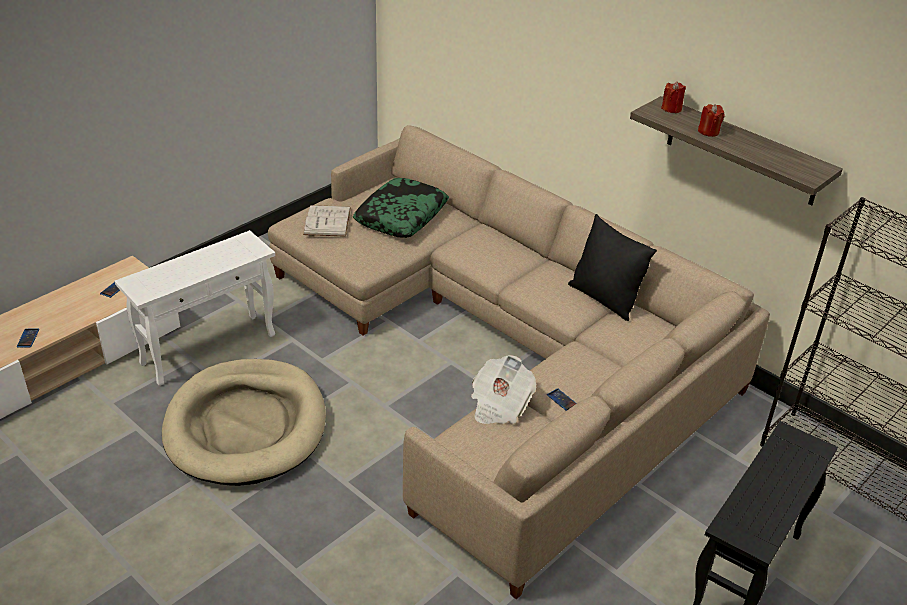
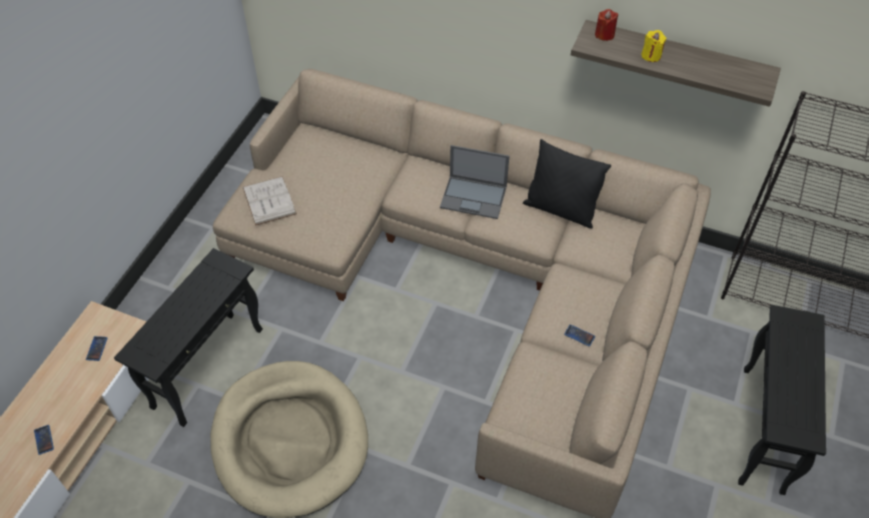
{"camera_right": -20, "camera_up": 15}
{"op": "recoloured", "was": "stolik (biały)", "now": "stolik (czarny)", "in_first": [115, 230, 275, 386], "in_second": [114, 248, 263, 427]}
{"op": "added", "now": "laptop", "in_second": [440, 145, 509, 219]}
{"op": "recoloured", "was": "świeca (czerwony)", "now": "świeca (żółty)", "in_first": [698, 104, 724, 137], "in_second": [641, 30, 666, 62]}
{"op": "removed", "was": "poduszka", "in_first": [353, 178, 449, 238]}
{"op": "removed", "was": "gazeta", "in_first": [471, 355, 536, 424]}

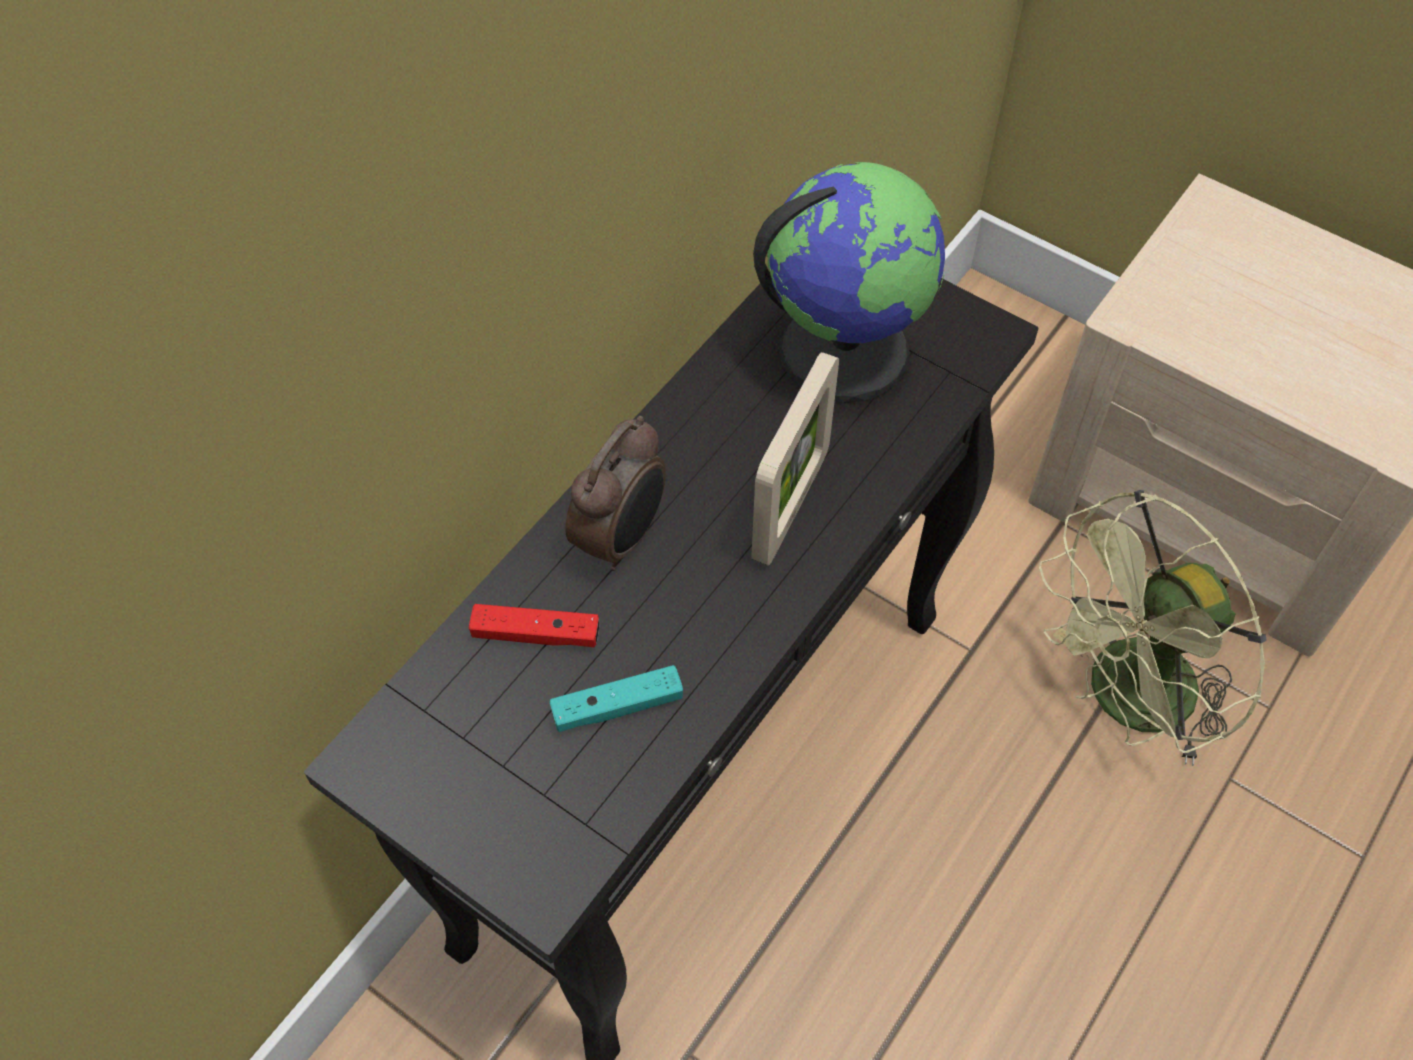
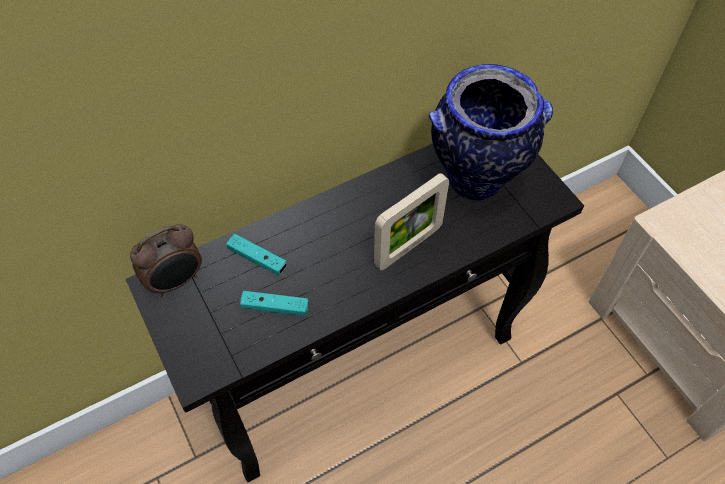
{"camera_right": 25, "camera_up": 0}
{"op": "moved", "was": "budzik", "in_first": [565, 416, 666, 571], "in_second": [130, 224, 202, 297]}
{"op": "recoloured", "was": "pad do gier (czerwony)", "now": "pad do gier (turkusowy)", "in_first": [469, 604, 600, 647], "in_second": [226, 234, 287, 276]}
{"op": "replaced", "was": "globus", "now": "wazon", "in_first": [753, 162, 945, 403], "in_second": [429, 64, 553, 201]}
{"op": "removed", "was": "wentylator (zielony)", "in_first": [1039, 490, 1267, 766]}

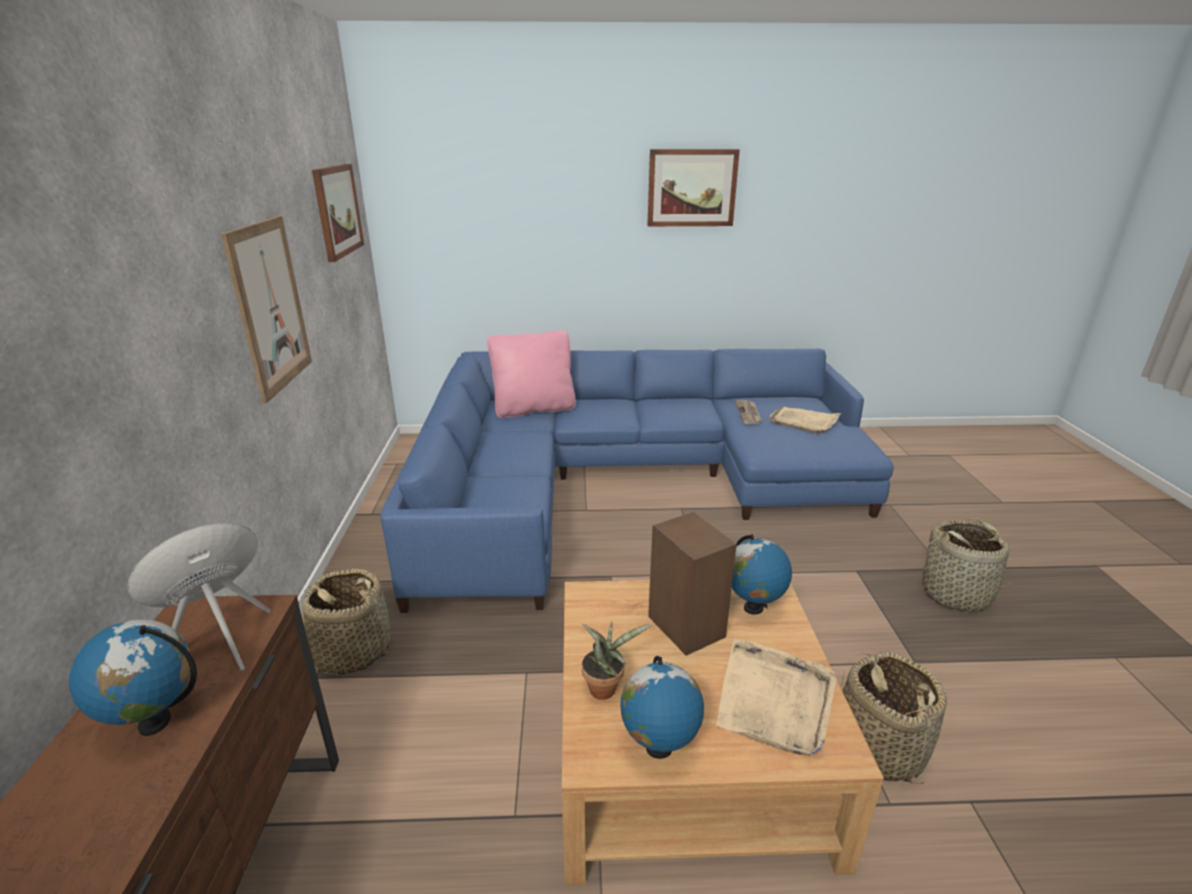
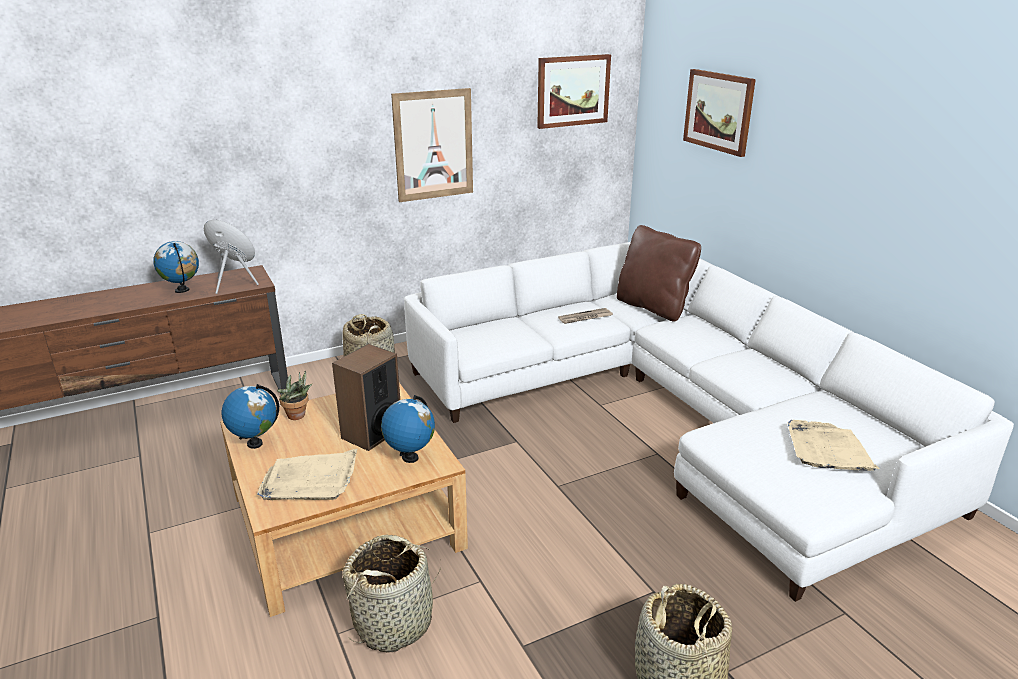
{"camera_right": 65, "camera_up": 0}
{"op": "recoloured", "was": "kanapa (niebieski)", "now": "kanapa (biały)", "in_first": [381, 349, 894, 613], "in_second": [404, 242, 1014, 602]}
{"op": "moved", "was": "gazeta", "in_first": [735, 400, 762, 424], "in_second": [558, 308, 613, 324]}
{"op": "recoloured", "was": "poduszka (różowy)", "now": "poduszka (brązowy)", "in_first": [487, 330, 576, 418], "in_second": [617, 225, 701, 321]}
{"op": "moved", "was": "obraz", "in_first": [647, 149, 740, 226], "in_second": [683, 69, 756, 157]}

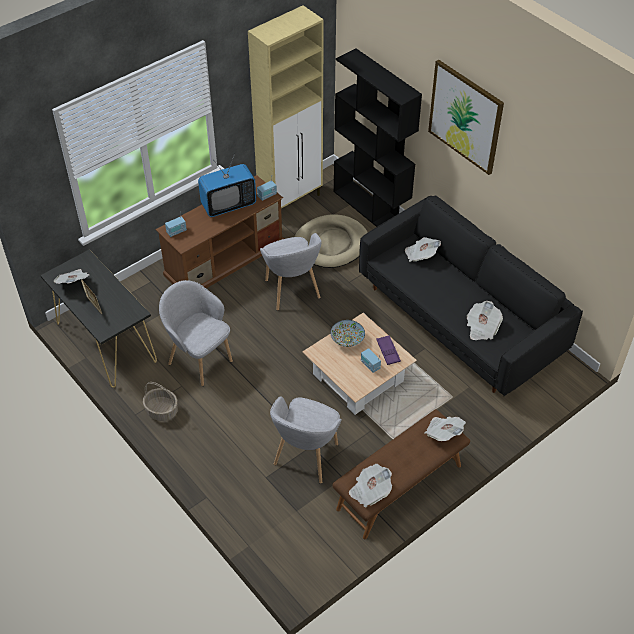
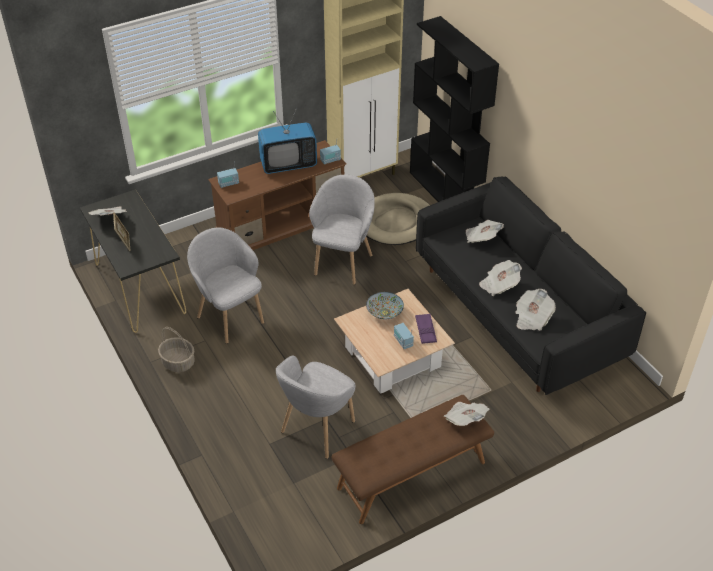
{"camera_right": 10, "camera_up": -5}
{"op": "turned", "was": "fotel (szary)", "in_first": [260, 233, 321, 311], "in_second": [309, 175, 375, 285], "clockwise": -150}
{"op": "moved", "was": "gazeta", "in_first": [349, 464, 392, 508], "in_second": [479, 260, 522, 296]}
{"op": "removed", "was": "obraz", "in_first": [428, 60, 504, 175]}

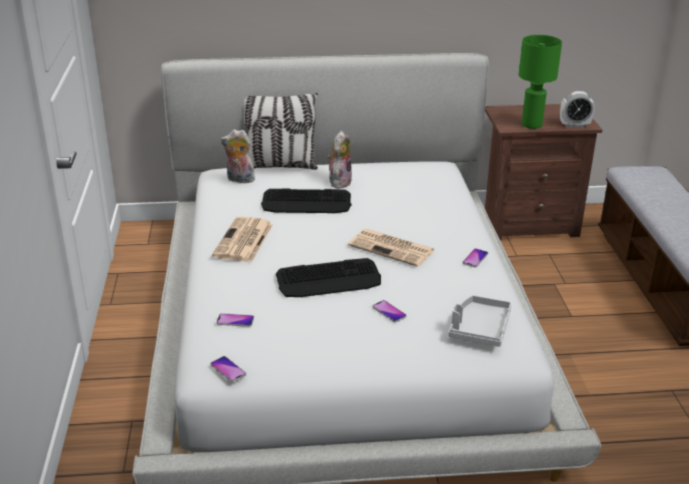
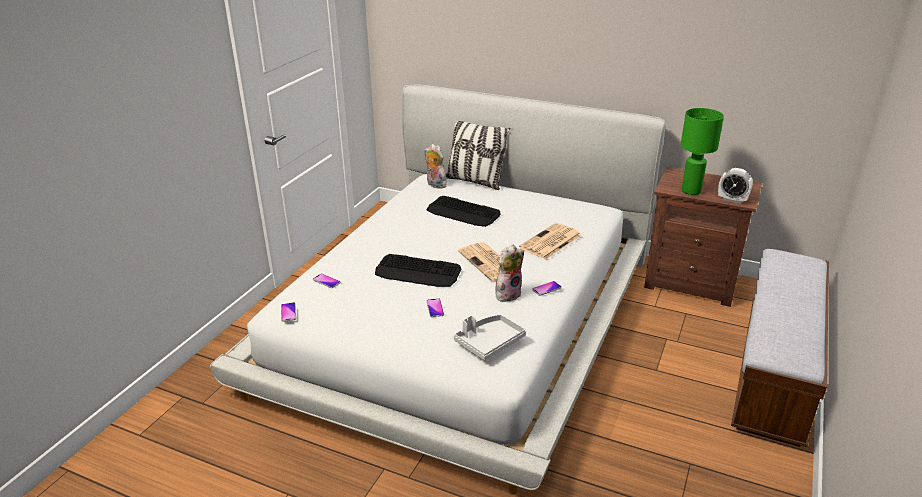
{"camera_right": 30, "camera_up": 0}
{"op": "moved", "was": "pluszak", "in_first": [327, 131, 352, 189], "in_second": [495, 245, 524, 302]}
{"op": "moved", "was": "gazeta", "in_first": [212, 216, 273, 262], "in_second": [519, 223, 582, 260]}

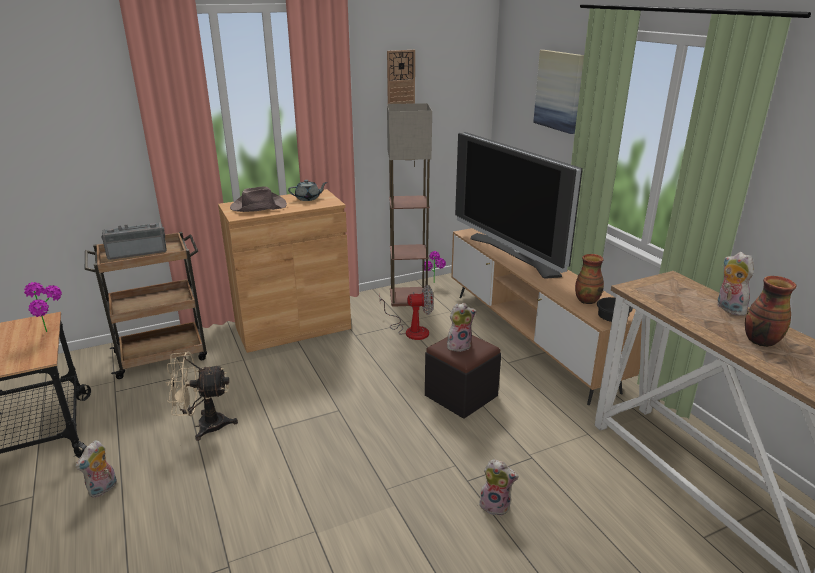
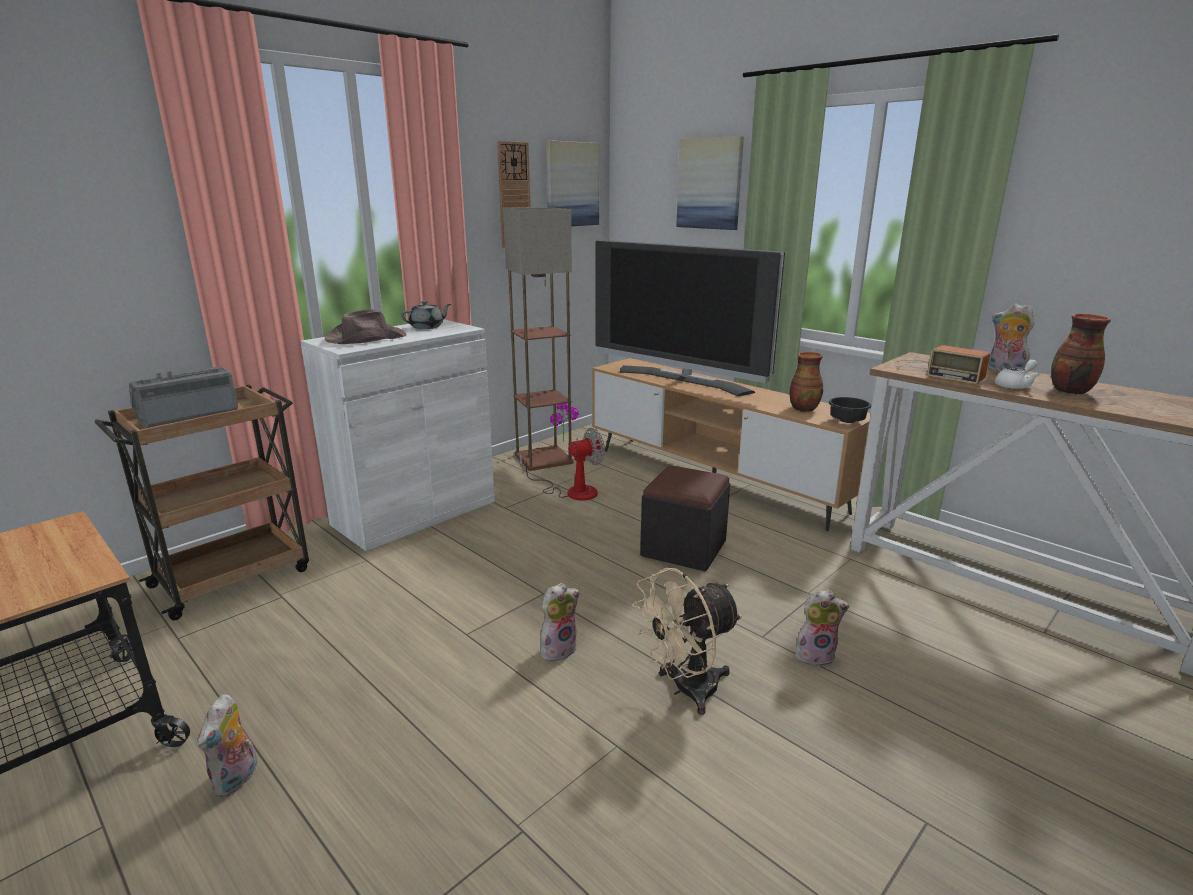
{"camera_right": -20, "camera_up": -5}
{"op": "recoloured", "was": "szafka (brązowy)", "now": "szafka (biały)", "in_first": [218, 189, 351, 353], "in_second": [300, 319, 495, 551]}
{"op": "moved", "was": "pluszak", "in_first": [447, 303, 477, 352], "in_second": [540, 583, 580, 661]}
{"op": "added", "now": "obraz", "in_second": [546, 140, 599, 226]}
{"op": "moved", "was": "wentylator (beżowy)", "in_first": [166, 351, 238, 441], "in_second": [632, 568, 742, 715]}
{"op": "added", "now": "radio", "in_second": [893, 345, 990, 384]}
{"op": "added", "now": "imbryk (biały)", "in_second": [995, 360, 1040, 389]}
{"op": "removed", "was": "roślina doniczkowa", "in_first": [24, 282, 62, 332]}

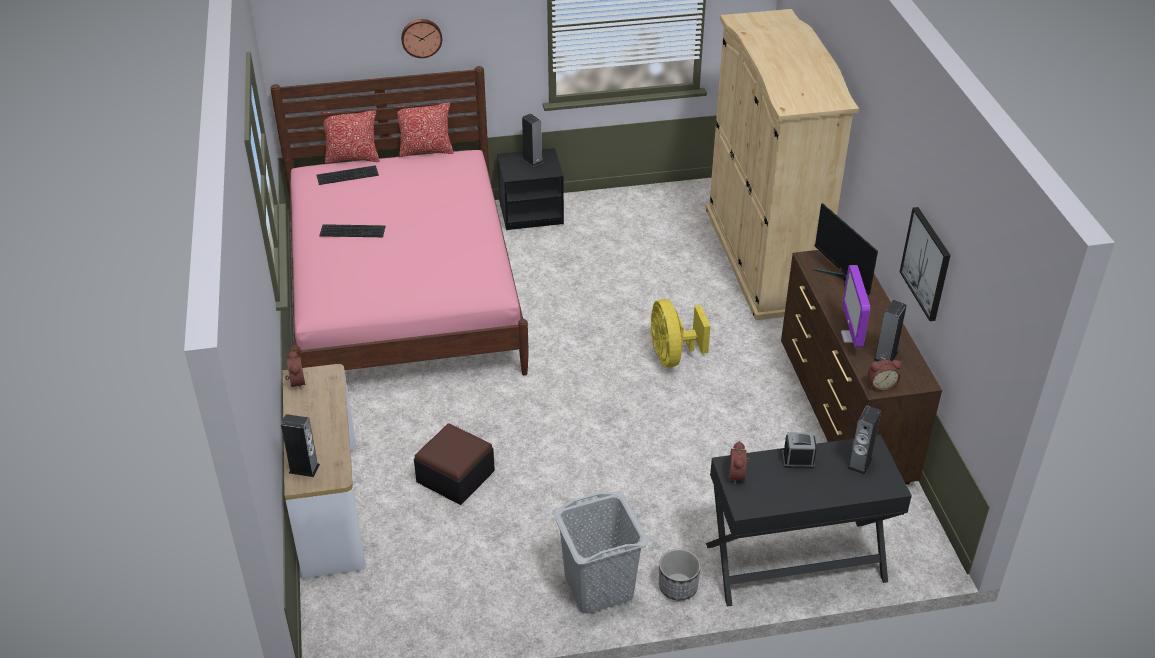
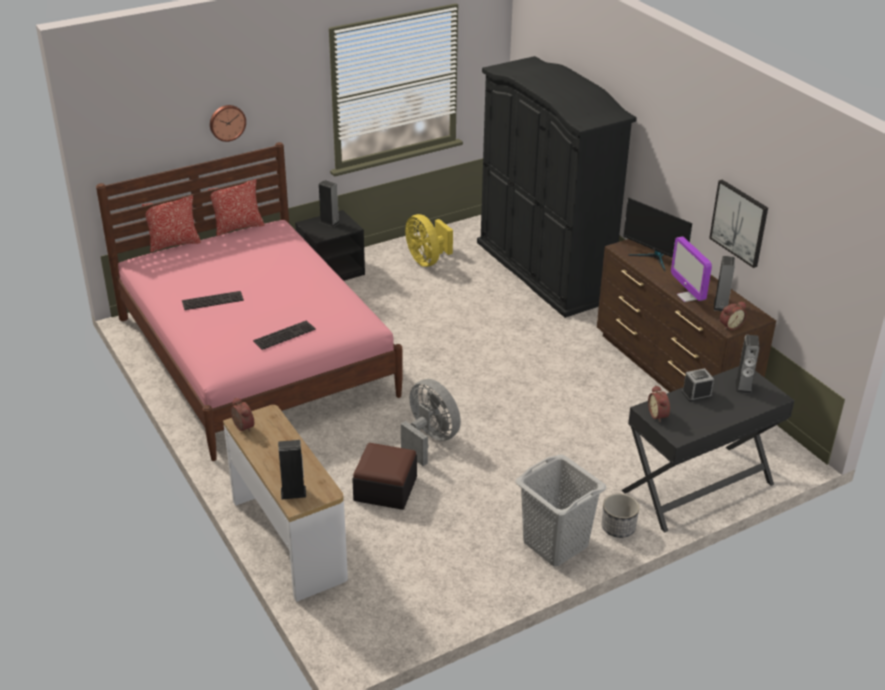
{"camera_right": -20, "camera_up": -5}
{"op": "moved", "was": "klawiatura", "in_first": [317, 165, 379, 185], "in_second": [253, 320, 316, 350]}
{"op": "added", "now": "wentylator (szary)", "in_second": [401, 379, 461, 466]}
{"op": "moved", "was": "wentylator (żółty)", "in_first": [650, 299, 711, 367], "in_second": [405, 214, 453, 267]}
{"op": "recoloured", "was": "szafa (beżowy)", "now": "szafa (czarny)", "in_first": [705, 9, 859, 320], "in_second": [477, 56, 637, 318]}

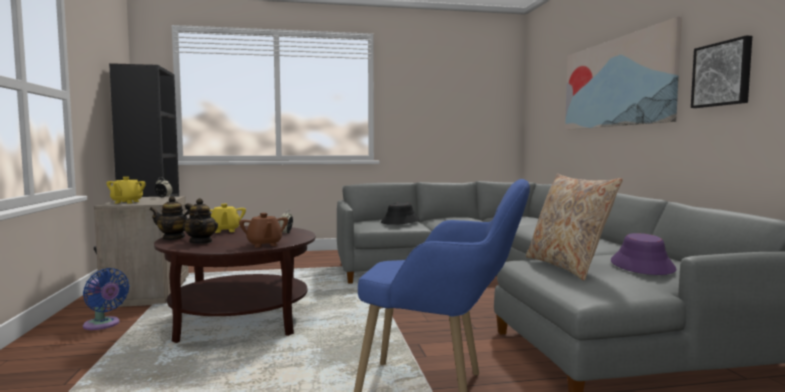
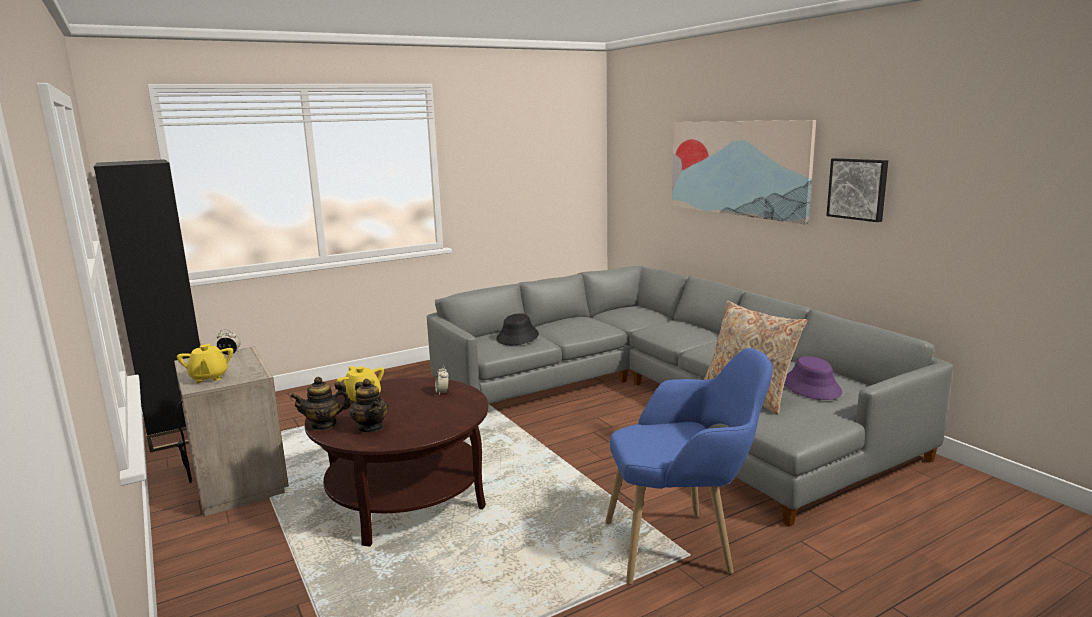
{"camera_right": -20, "camera_up": 10}
{"op": "removed", "was": "wentylator (niebieski)", "in_first": [83, 268, 129, 330]}
{"op": "removed", "was": "imbryk (brązowy)", "in_first": [239, 213, 288, 248]}

